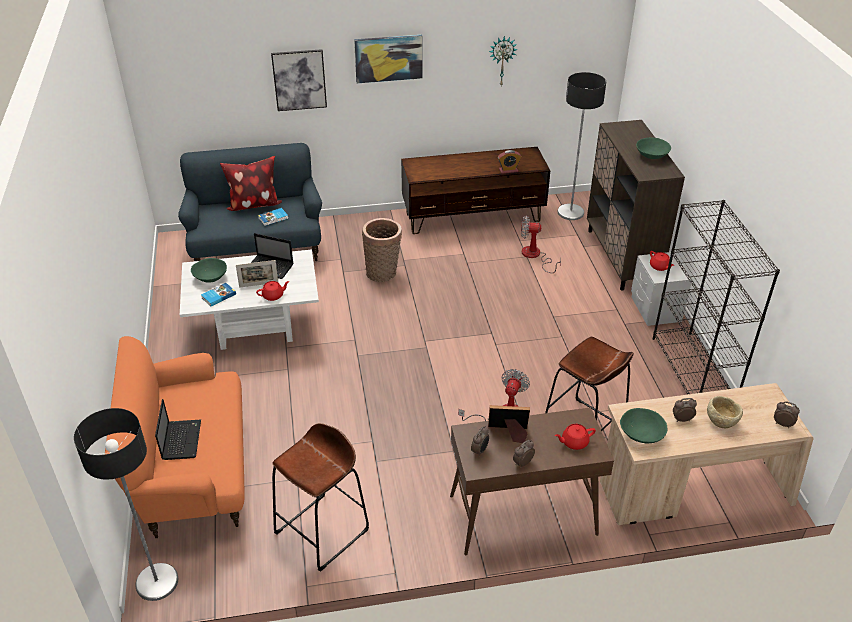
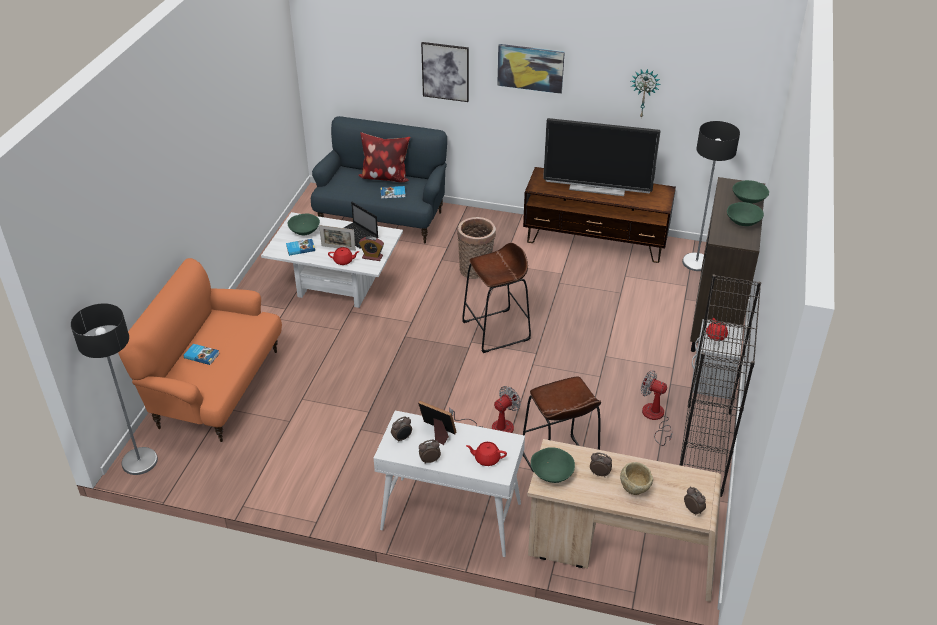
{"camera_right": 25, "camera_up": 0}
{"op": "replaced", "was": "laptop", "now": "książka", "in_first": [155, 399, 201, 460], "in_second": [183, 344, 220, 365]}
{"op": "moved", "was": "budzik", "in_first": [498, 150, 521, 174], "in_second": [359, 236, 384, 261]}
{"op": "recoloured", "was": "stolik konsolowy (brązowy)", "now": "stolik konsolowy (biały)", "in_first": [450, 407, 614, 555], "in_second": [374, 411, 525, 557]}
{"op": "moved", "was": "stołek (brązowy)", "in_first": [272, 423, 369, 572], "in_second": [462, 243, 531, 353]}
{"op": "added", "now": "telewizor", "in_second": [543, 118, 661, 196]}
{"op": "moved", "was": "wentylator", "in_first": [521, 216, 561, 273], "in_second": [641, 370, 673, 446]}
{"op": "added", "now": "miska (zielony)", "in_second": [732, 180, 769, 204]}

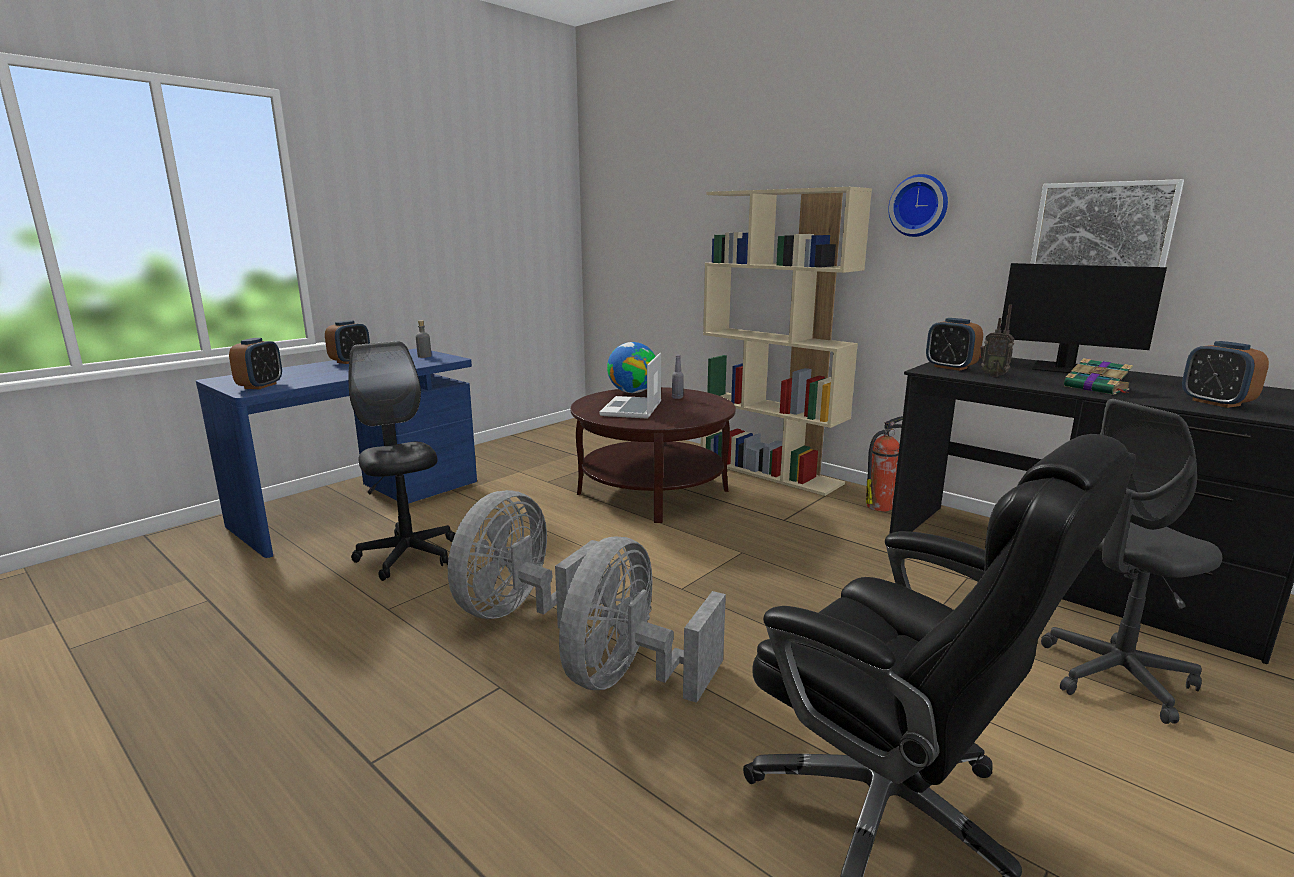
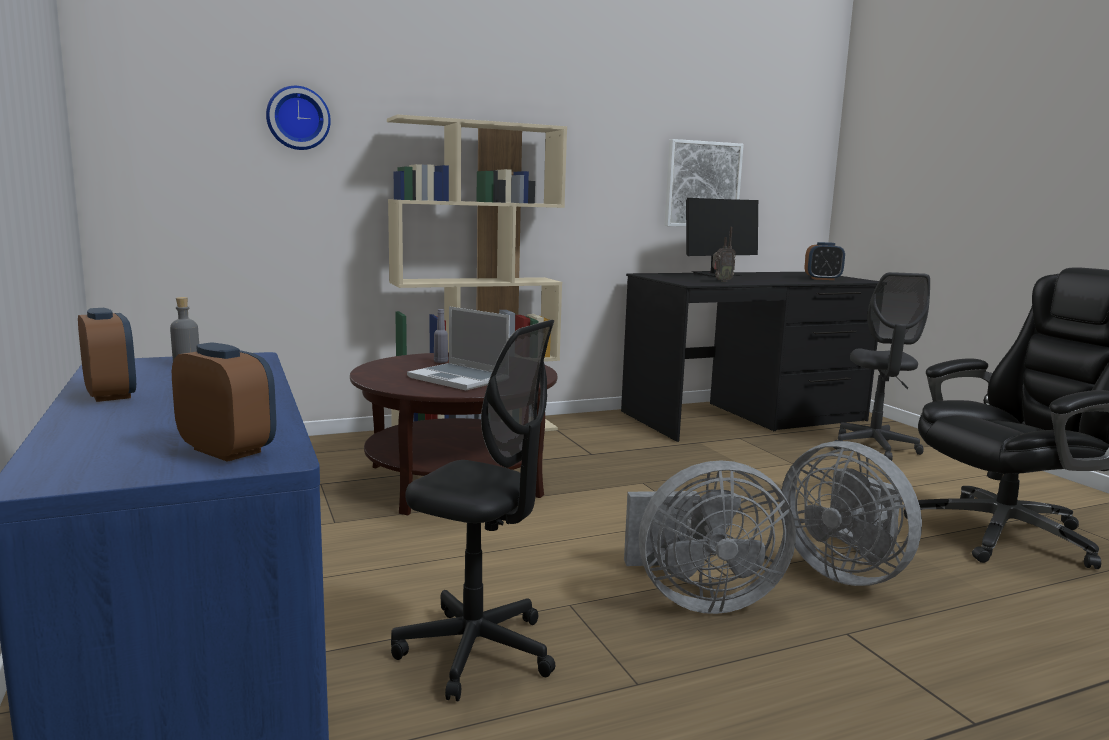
{"camera_right": -65, "camera_up": -5}
{"op": "moved", "was": "zegar ścienny", "in_first": [888, 174, 948, 237], "in_second": [266, 86, 331, 150]}
{"op": "turned", "was": "krzesło biurowe (czarny)", "in_first": [349, 341, 455, 581], "in_second": [391, 320, 556, 701], "clockwise": -150}
{"op": "turned", "was": "wentylator (szary)", "in_first": [448, 490, 602, 629], "in_second": [624, 460, 796, 614], "clockwise": -60}
{"op": "removed", "was": "globus", "in_first": [607, 342, 656, 393]}
{"op": "removed", "was": "gaśnica", "in_first": [866, 416, 903, 512]}
{"op": "removed", "was": "budzik", "in_first": [926, 318, 983, 371]}
{"op": "removed", "was": "książka", "in_first": [1064, 358, 1133, 395]}

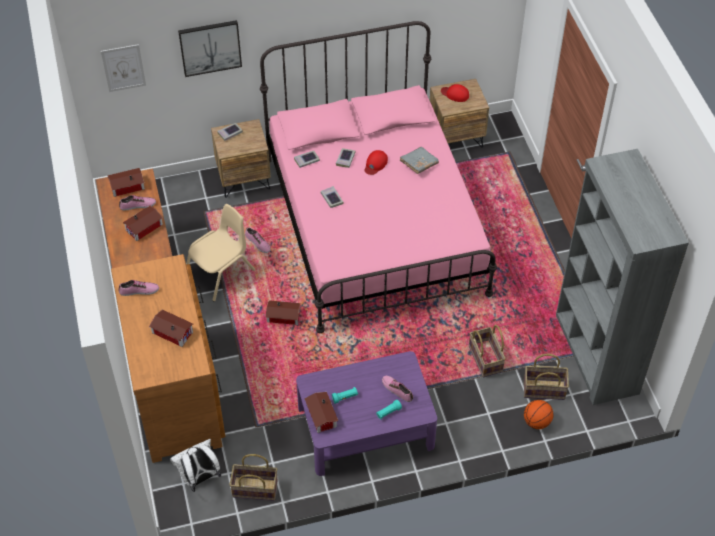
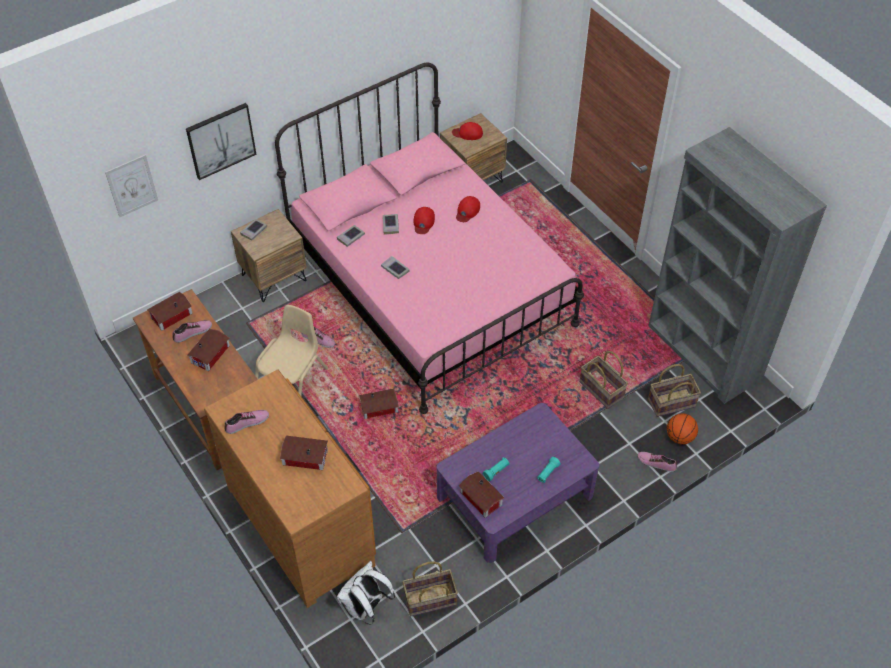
{"camera_right": -20, "camera_up": 0}
{"op": "replaced", "was": "książka (szary)", "now": "czapka z daszkiem (czerwony)", "in_first": [400, 147, 439, 174], "in_second": [456, 196, 480, 222]}
{"op": "moved", "was": "but", "in_first": [382, 376, 413, 402], "in_second": [637, 452, 677, 472]}

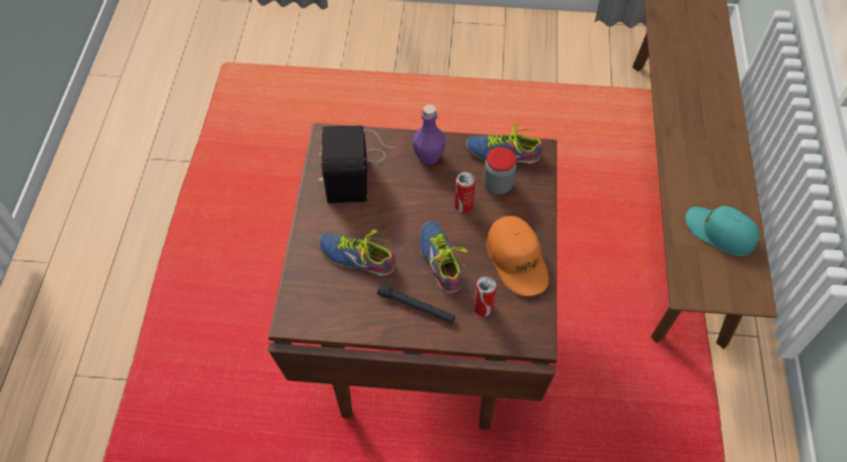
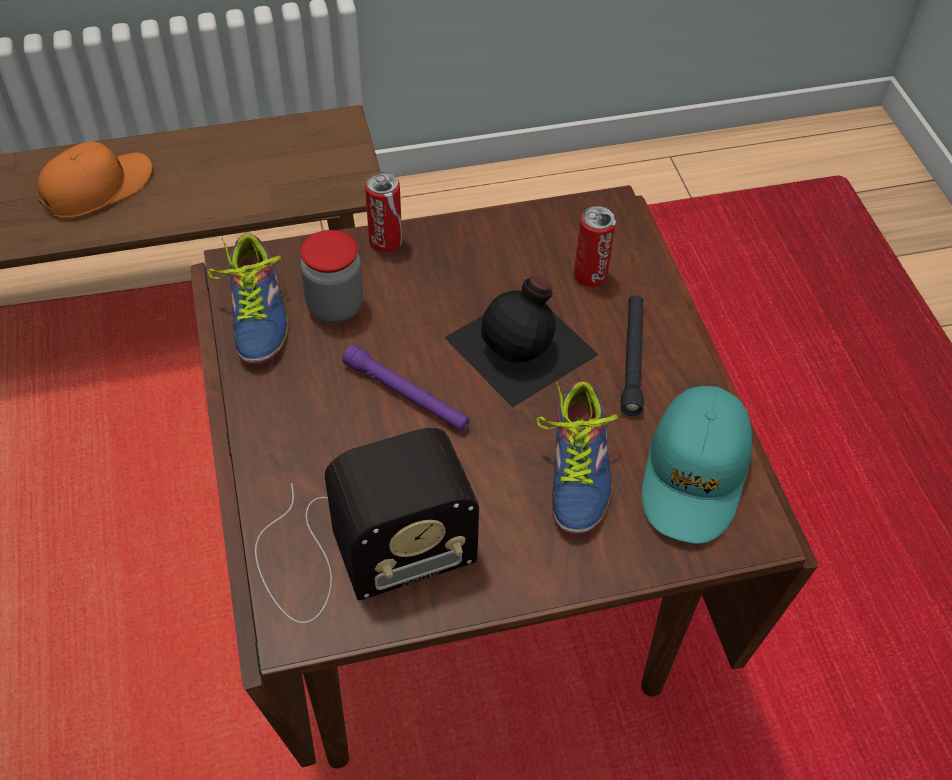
{"camera_right": -110, "camera_up": -5}
{"op": "moved", "was": "czapka z daszkiem (pomarańczowy)", "in_first": [486, 216, 549, 296], "in_second": [38, 141, 152, 218]}
{"op": "added", "now": "latarka (fioletowy)", "in_second": [342, 344, 469, 431]}
{"op": "moved", "was": "puszka", "in_first": [455, 172, 476, 213], "in_second": [365, 172, 402, 253]}
{"op": "replaced", "was": "but", "now": "butelka (czarny)", "in_first": [420, 221, 468, 293], "in_second": [444, 276, 599, 408]}
{"op": "moved", "was": "czapka z daszkiem (turkusowy)", "in_first": [685, 206, 760, 256], "in_second": [642, 386, 752, 544]}
{"op": "removed", "was": "butelka (fioletowy)", "in_first": [413, 104, 445, 165]}

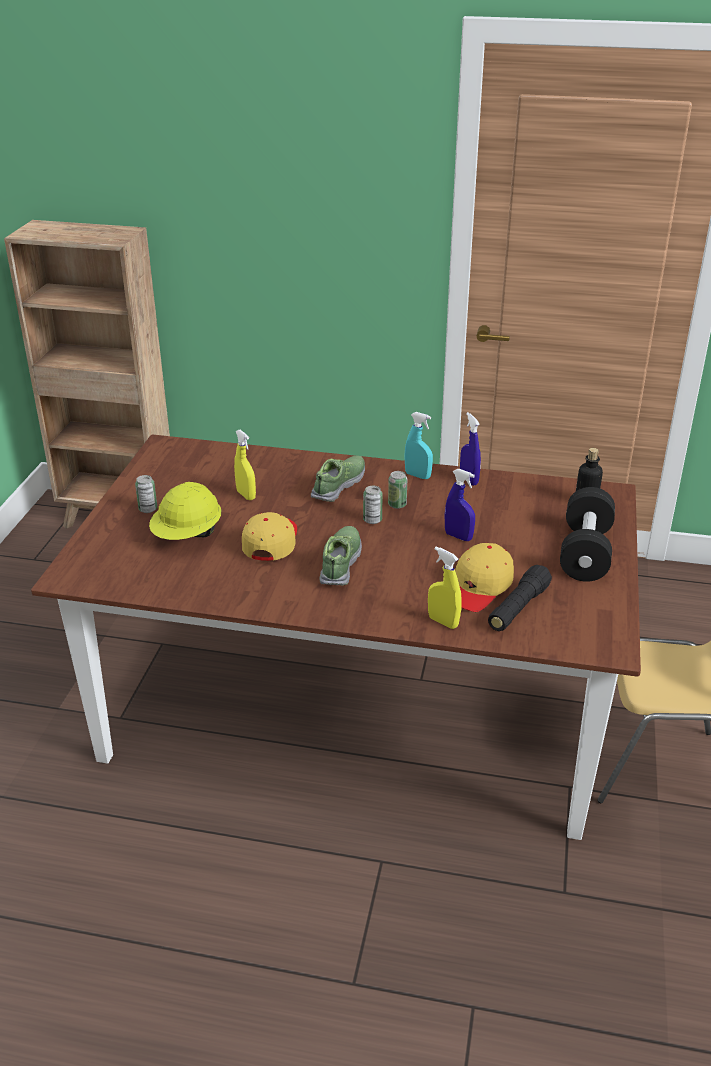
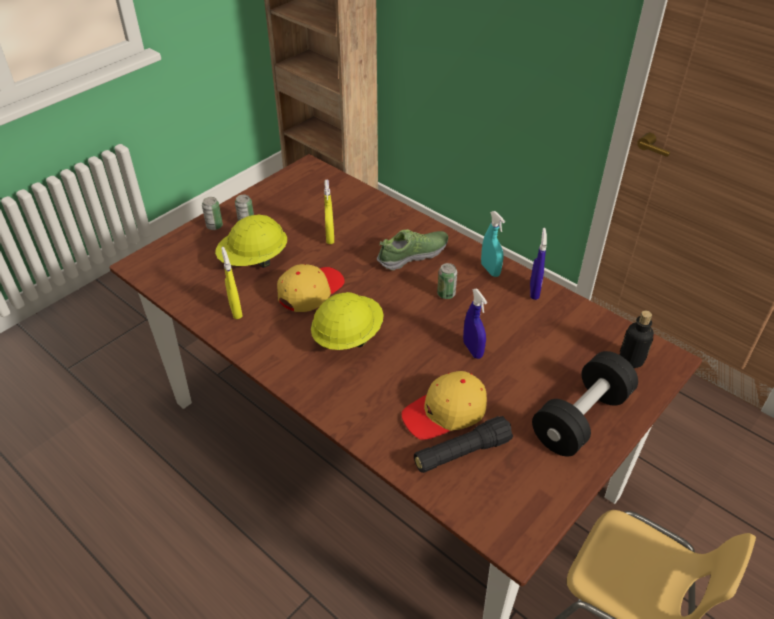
{"camera_right": 30, "camera_up": 10}
{"op": "moved", "was": "puszka", "in_first": [363, 486, 383, 524], "in_second": [202, 197, 223, 230]}
{"op": "moved", "was": "spryskiwacz (żółty)", "in_first": [428, 547, 462, 629], "in_second": [221, 247, 243, 319]}
{"op": "replaced", "was": "but", "now": "kask (żółty)", "in_first": [320, 526, 362, 586], "in_second": [311, 292, 384, 350]}

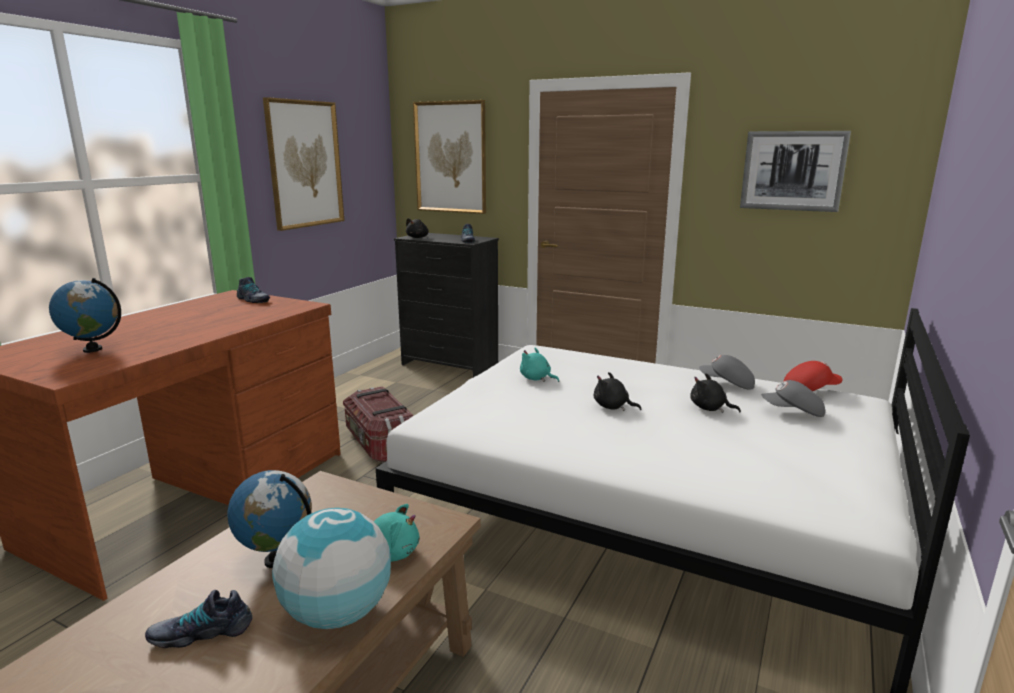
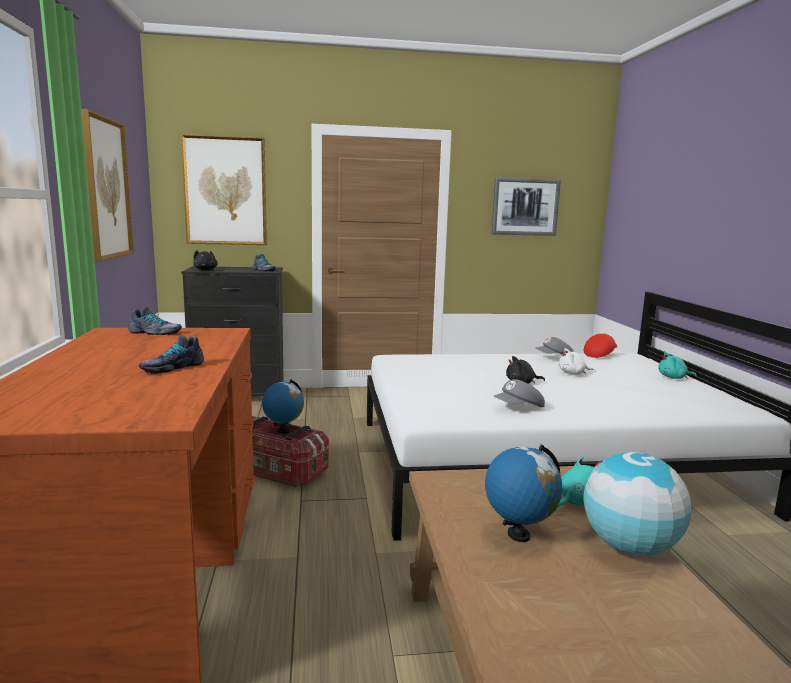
{"camera_right": -35, "camera_up": -5}
{"op": "moved", "was": "but", "in_first": [145, 590, 252, 648], "in_second": [139, 335, 204, 374]}
{"op": "moved", "was": "globus", "in_first": [49, 278, 121, 353], "in_second": [262, 379, 304, 434]}
{"op": "moved", "was": "czapka z daszkiem (szary)", "in_first": [762, 380, 825, 417], "in_second": [494, 379, 545, 407]}
{"op": "recoloured", "was": "pluszak (czarny)", "now": "pluszak (biały)", "in_first": [690, 374, 741, 413], "in_second": [559, 348, 595, 374]}
{"op": "moved", "was": "pluszak (turkusowy)", "in_first": [520, 348, 559, 382], "in_second": [658, 352, 697, 379]}

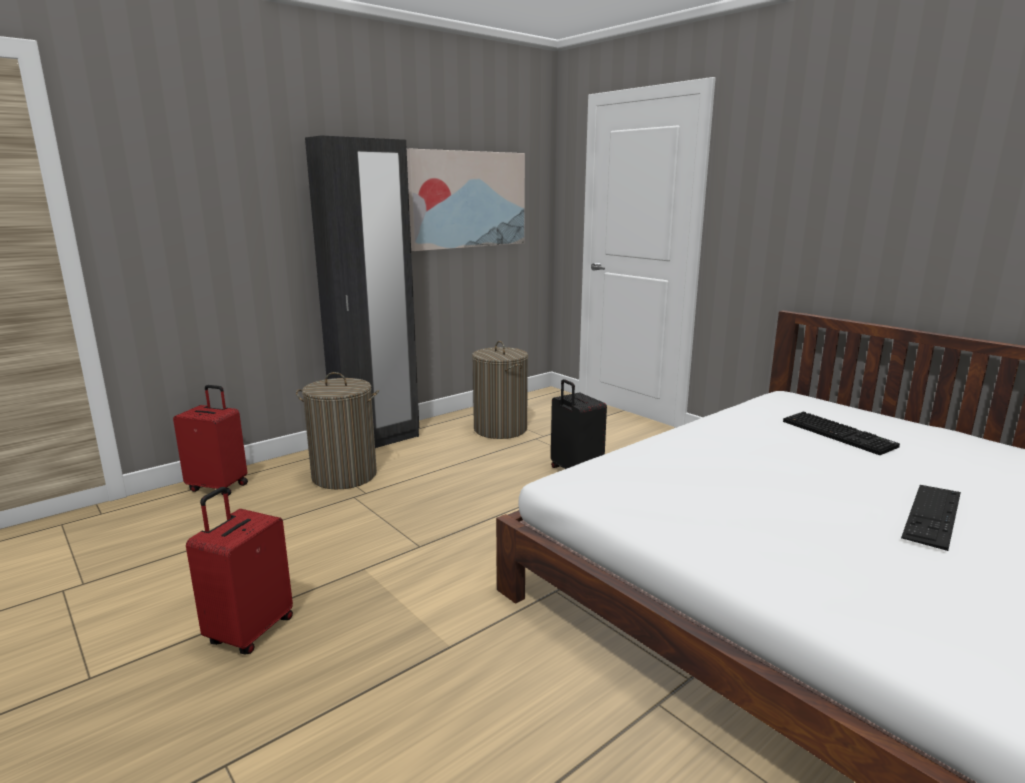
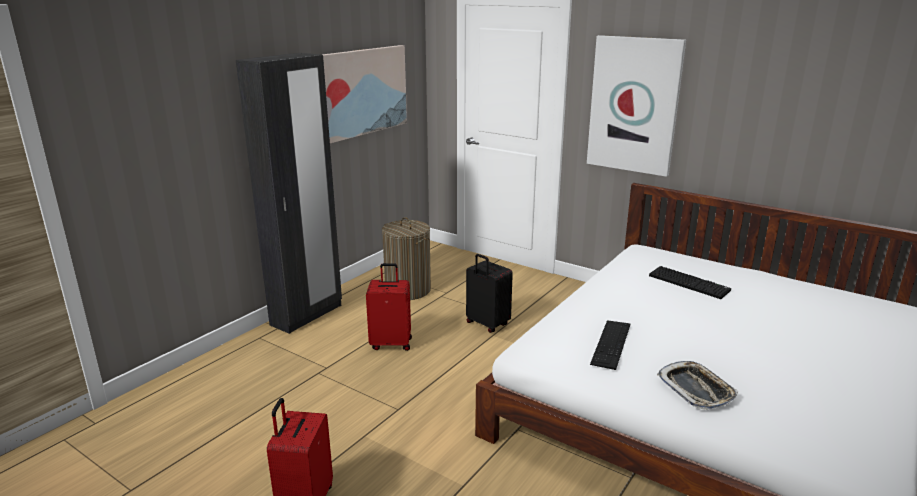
{"camera_right": -15, "camera_up": 5}
{"op": "moved", "was": "walizka (czerwony)", "in_first": [173, 385, 248, 496], "in_second": [366, 263, 412, 351]}
{"op": "added", "now": "obraz", "in_second": [587, 35, 686, 177]}
{"op": "moved", "was": "klawiatura", "in_first": [901, 485, 961, 551], "in_second": [590, 320, 630, 370]}
{"op": "added", "now": "taca", "in_second": [657, 361, 738, 410]}
{"op": "removed", "was": "kosz na pranie", "in_first": [296, 372, 379, 489]}

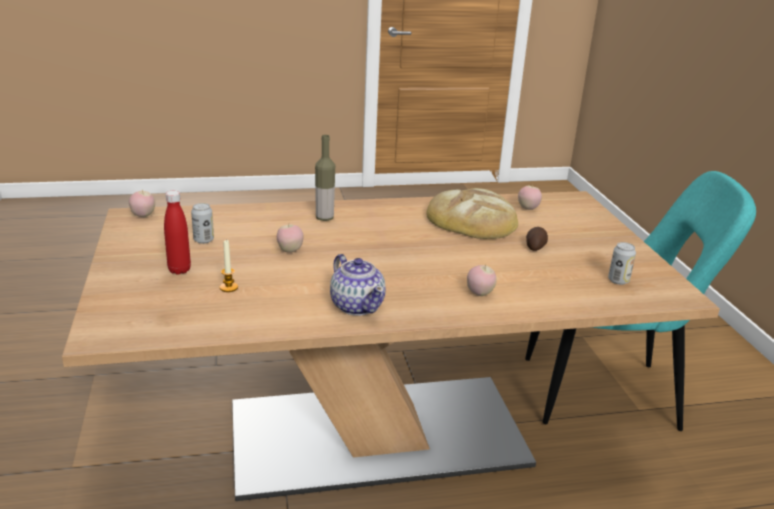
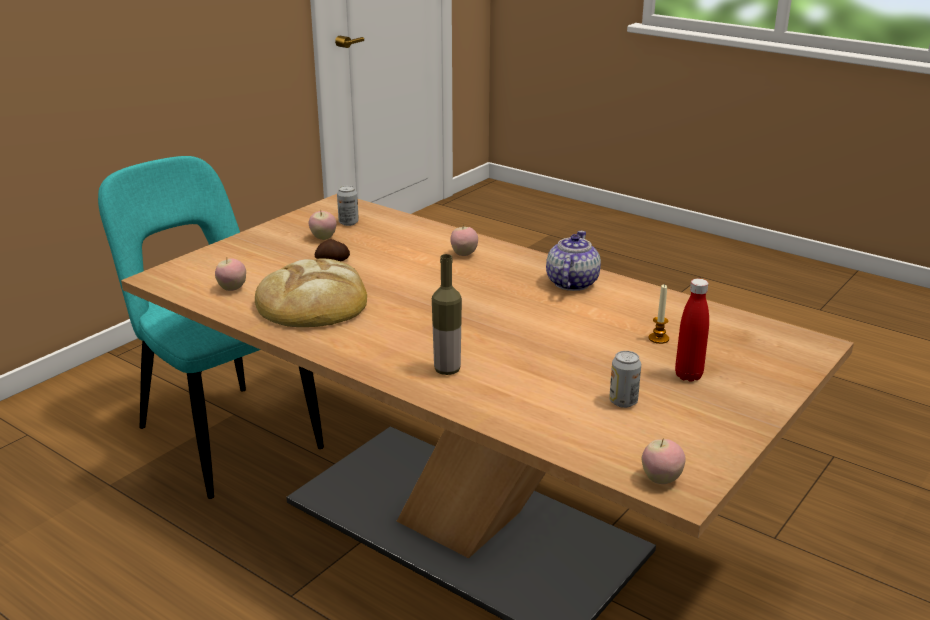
{"camera_right": -130, "camera_up": 0}
{"op": "moved", "was": "jabłko", "in_first": [277, 224, 303, 253], "in_second": [309, 211, 337, 240]}

